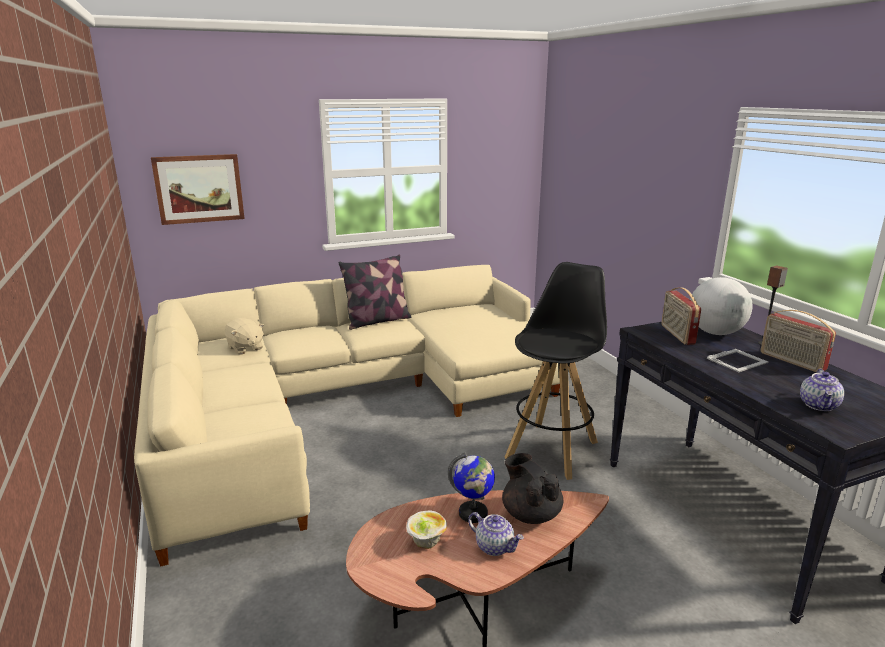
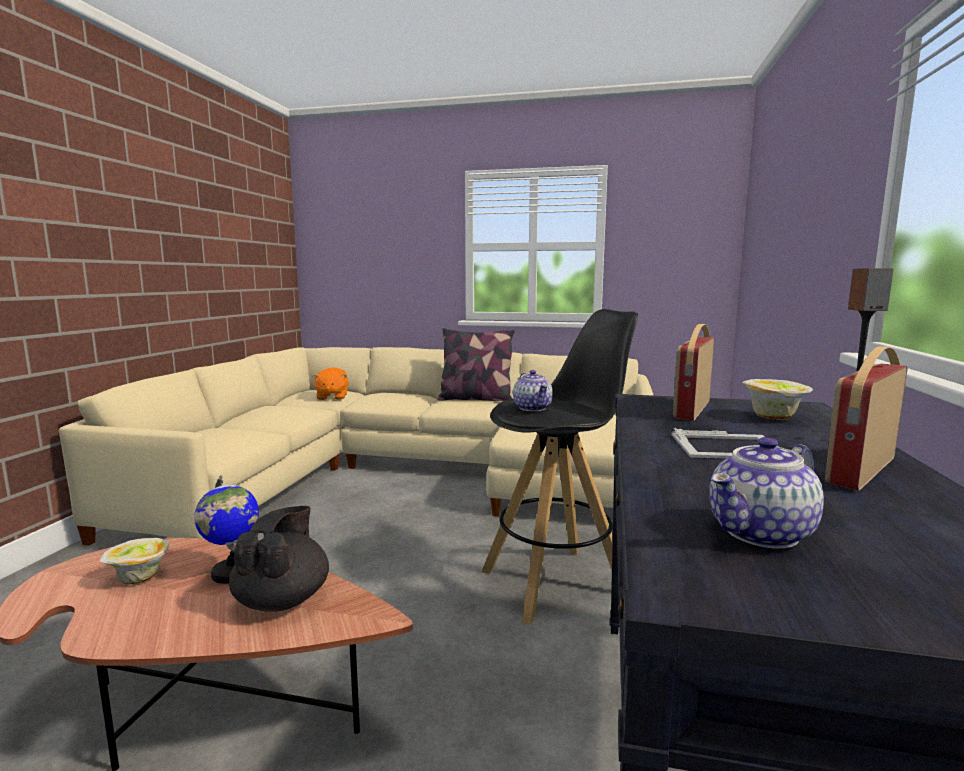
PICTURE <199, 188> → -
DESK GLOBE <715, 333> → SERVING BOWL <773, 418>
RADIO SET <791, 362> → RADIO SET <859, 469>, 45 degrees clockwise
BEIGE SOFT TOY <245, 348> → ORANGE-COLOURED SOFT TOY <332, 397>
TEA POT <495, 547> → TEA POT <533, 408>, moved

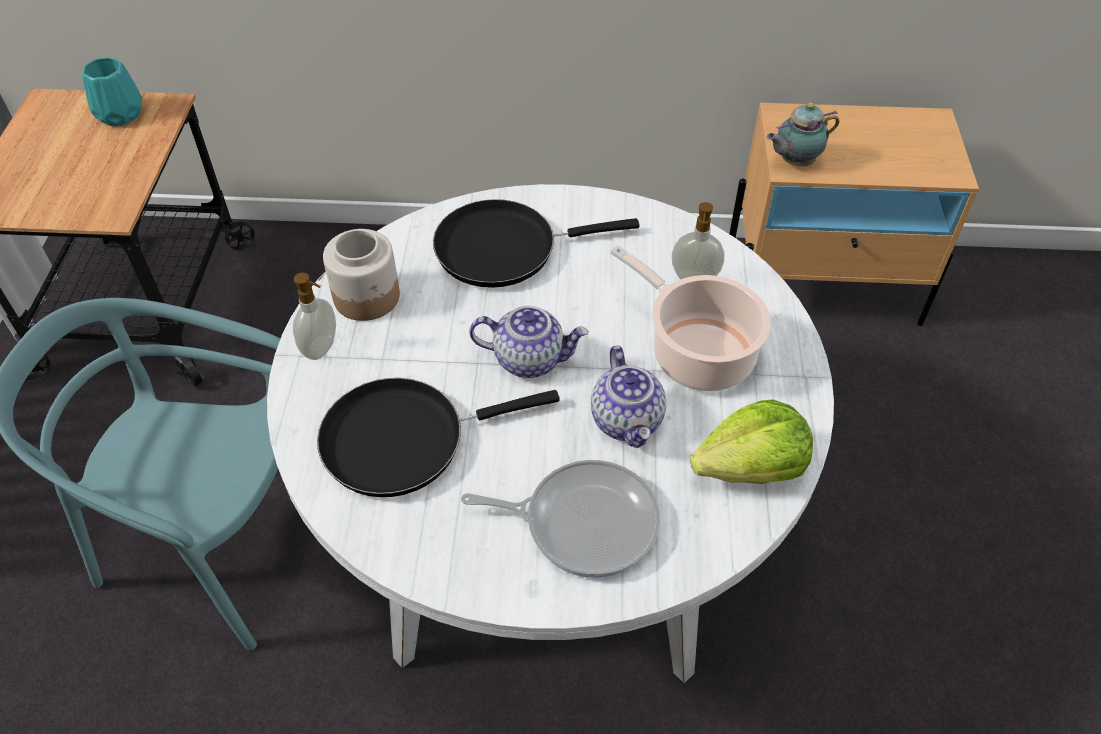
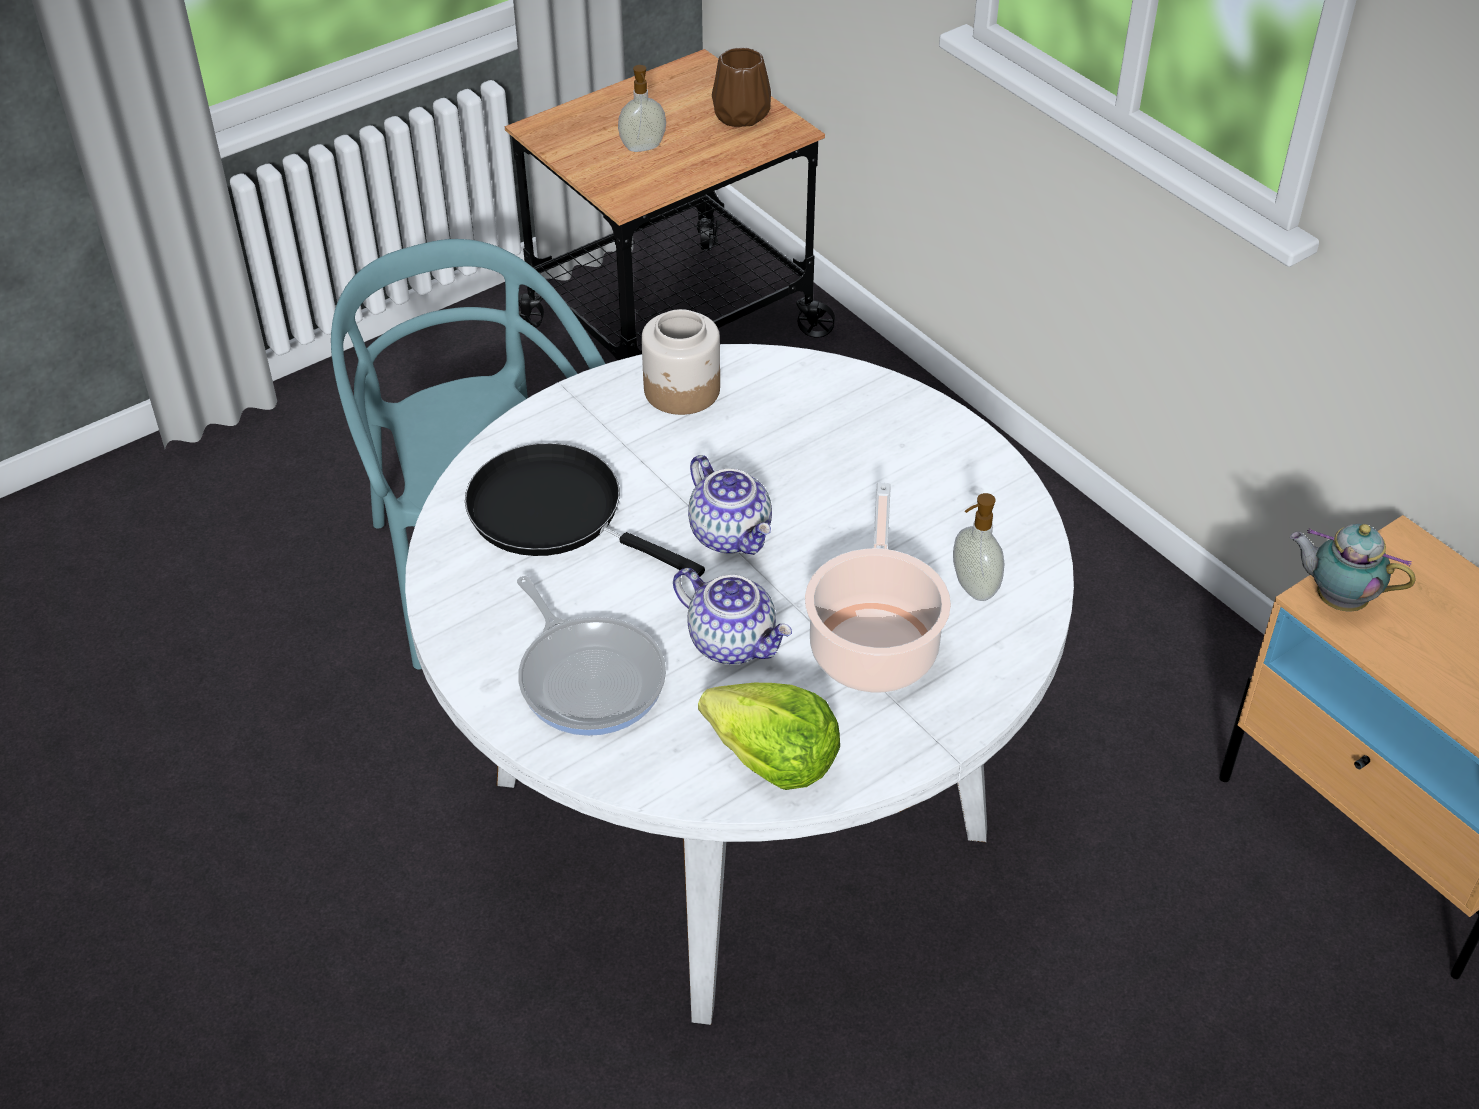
TURQUOISE-COLOURED FLOWER VASE <121, 114> → BROWNISH FLOWER VASE <741, 116>
BLACK-COLOURED FRYING PAN <504, 248> → -
SOAP DISPENSER <322, 348> → SOAP DISPENSER <643, 148>, moved
TEA POT <628, 421> → TEA POT <733, 642>, 90 degrees counterclockwise

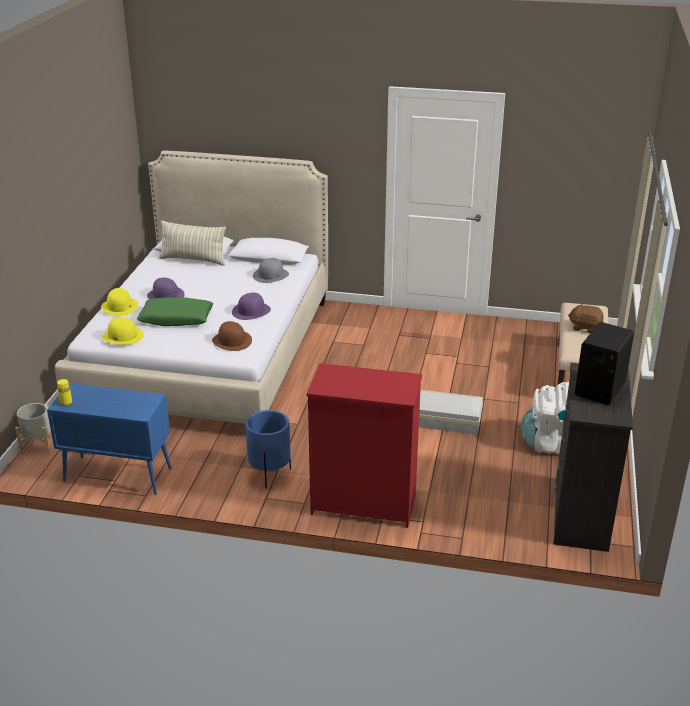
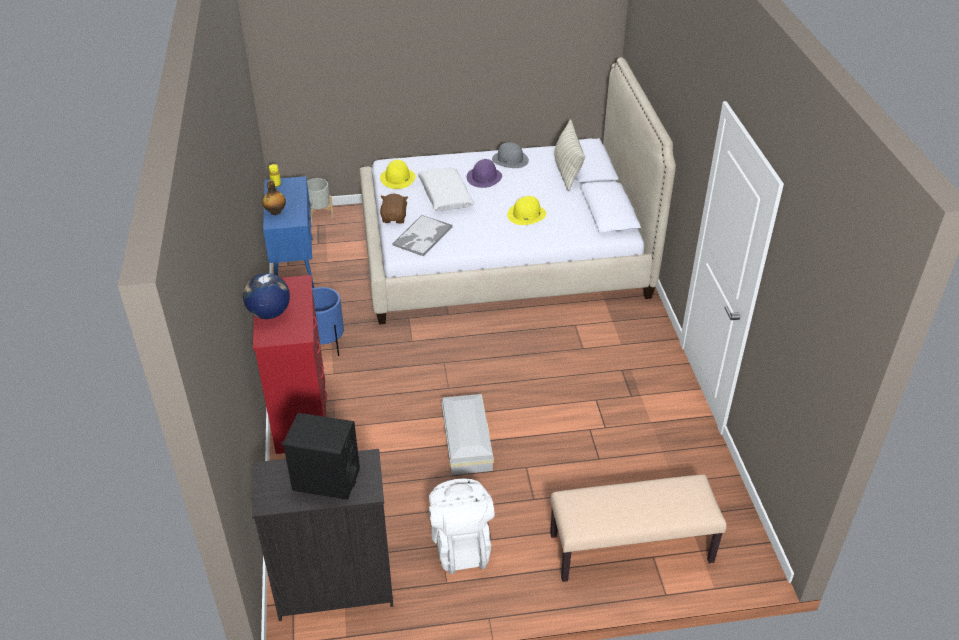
GREY HAT <271, 275> → GREY HAT <510, 159>, moved
YELLOW-COLOURED HAT <120, 307> → YELLOW-COLOURED HAT <526, 214>, moved
PURPLE HAT <251, 311> → -
GREEN THROW PILLOW <176, 319> → WHITE-COLOURED THROW PILLOW <445, 196>
BROWNISH SOFT TOY <585, 327> → BROWNISH SOFT TOY <394, 218>, moved
BROWNISH HAT <232, 341> → CARRYING TRAY <422, 236>
- → DRINK BOTTLE <275, 212>
- → DESK GLOBE <269, 313>

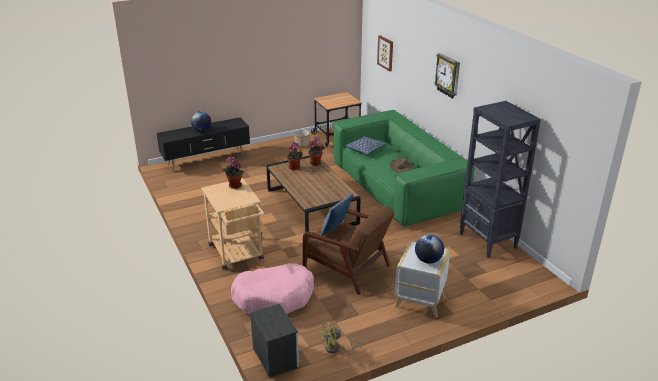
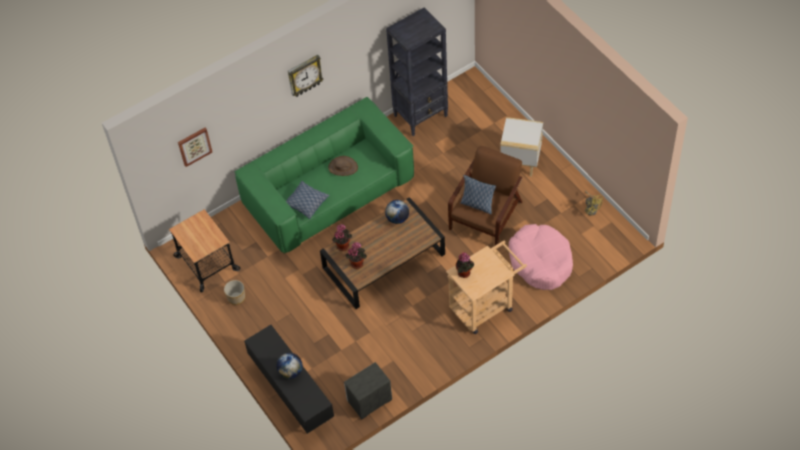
DESK GLOBE <428, 260> → DESK GLOBE <397, 218>, moved
NIGHT TABLE <275, 357> → NIGHT TABLE <369, 400>, moved

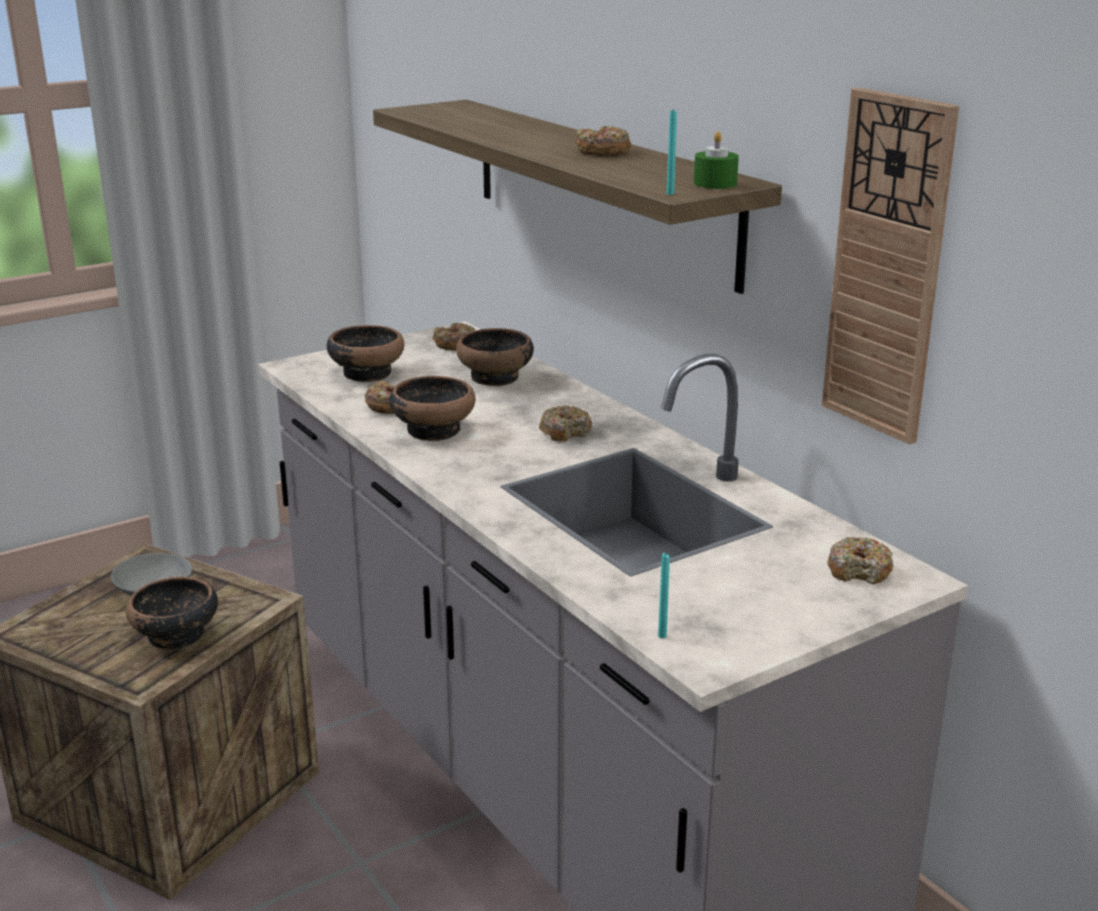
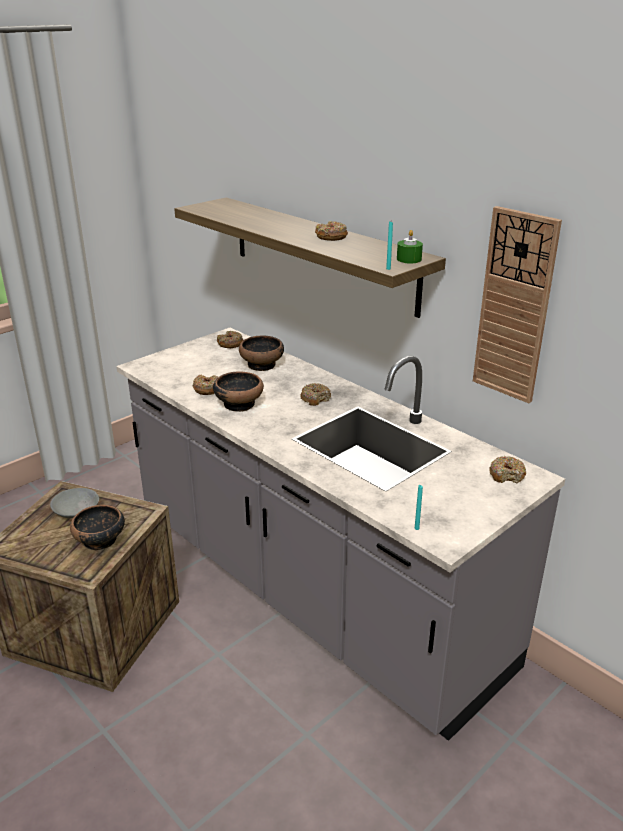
SERVING BOWL <367, 373> → -

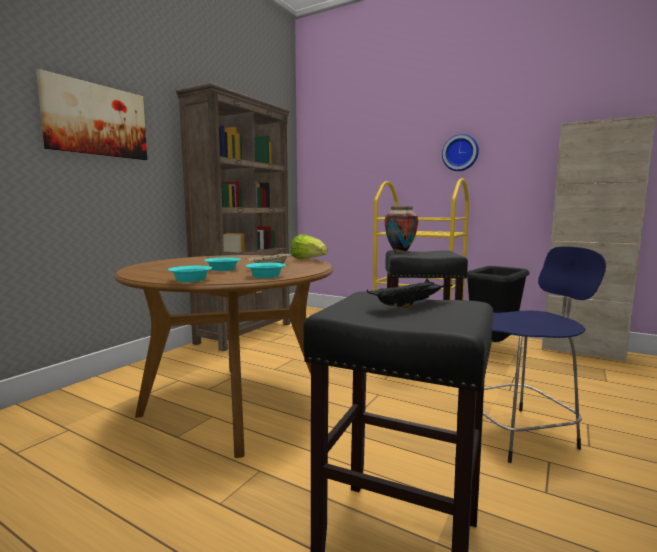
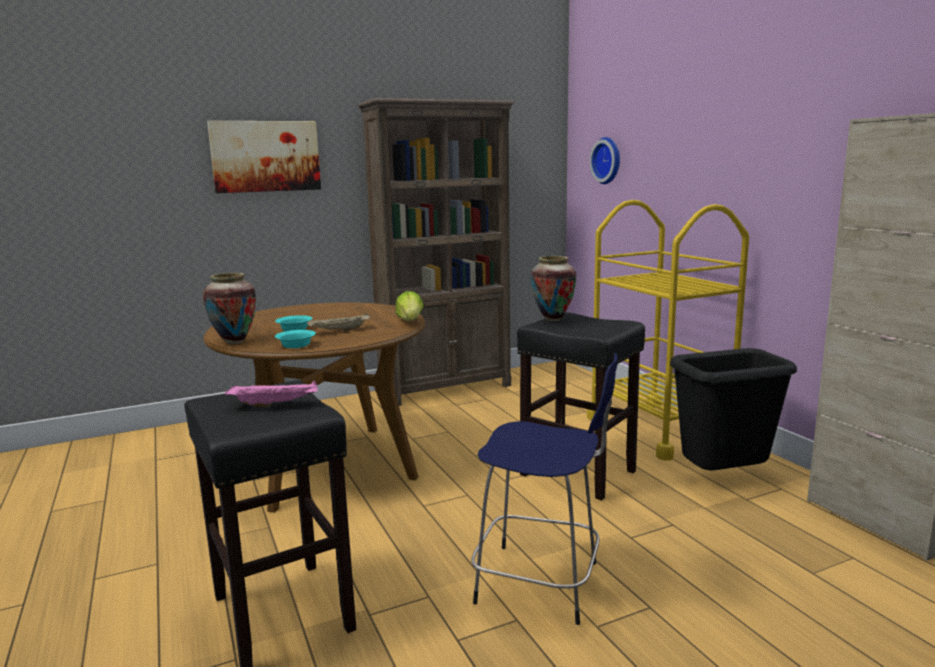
HANGING CLOCK <460, 153> → HANGING CLOCK <608, 160>, moved
TURQUOISE-COLOURED SERVING BOWL <191, 280> → FLOWER VASE <234, 342>
BLACK-COLOURED CARRYING TRAY <409, 305> → PINK-COLOURED CARRYING TRAY <276, 404>

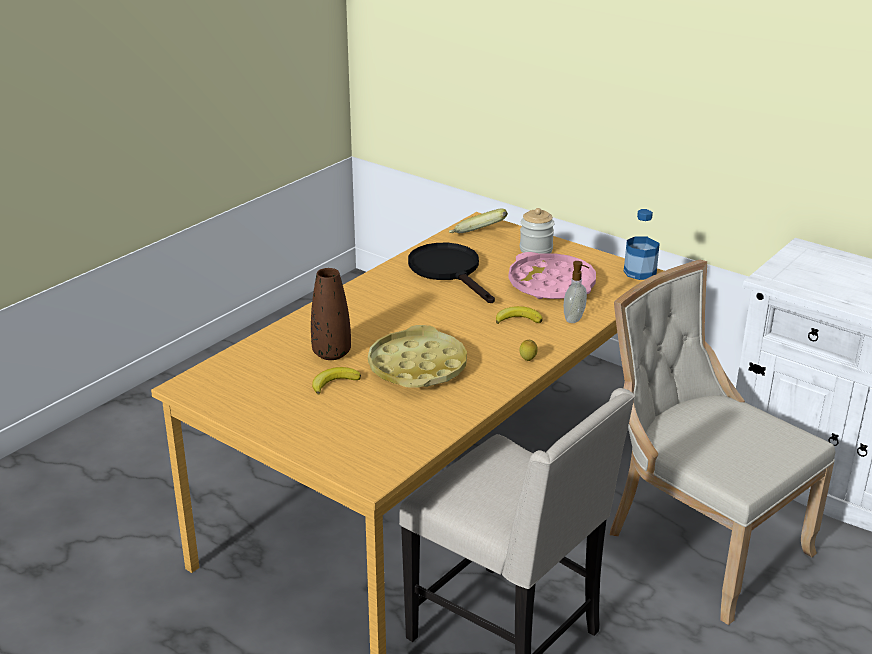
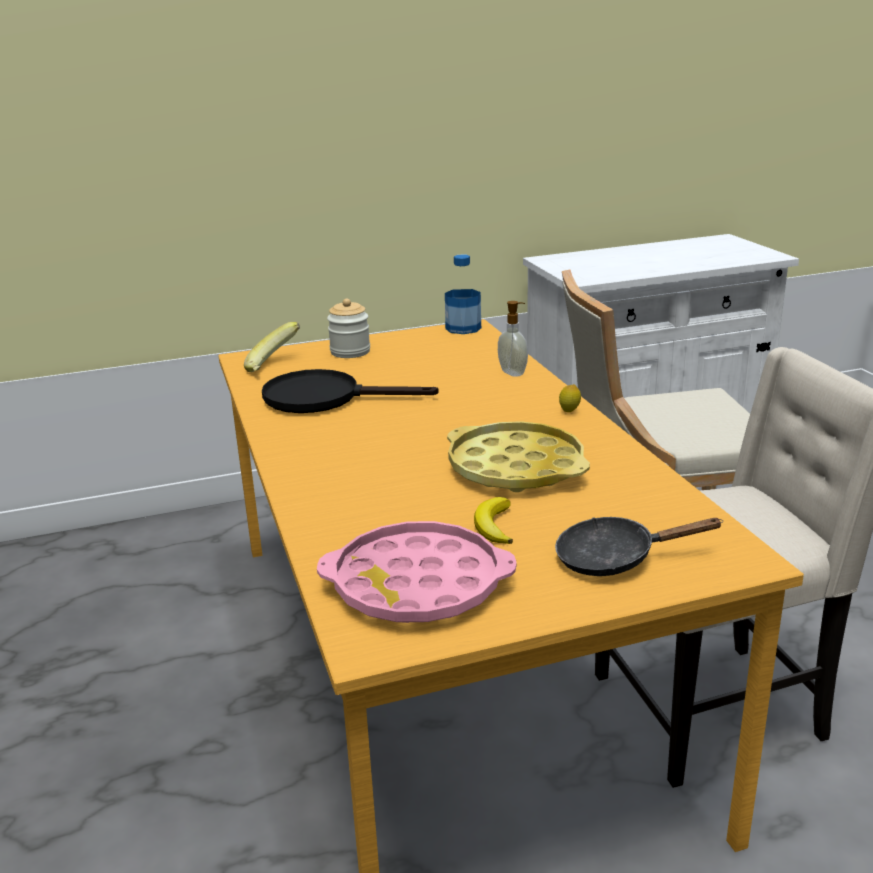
PINK-COLOURED CARRYING TRAY <551, 284> → PINK-COLOURED CARRYING TRAY <417, 585>, moved
BROWNISH FLOWER VASE <331, 353> → -
WHOLE BANANA <518, 319> → -
- → BLACK-COLOURED FRYING PAN <614, 558>

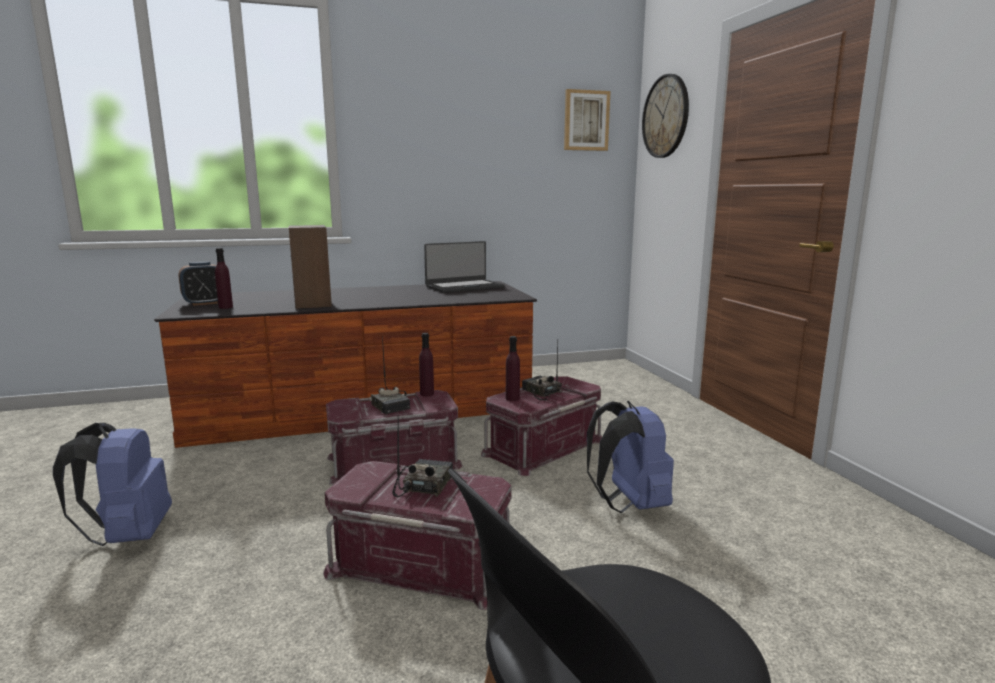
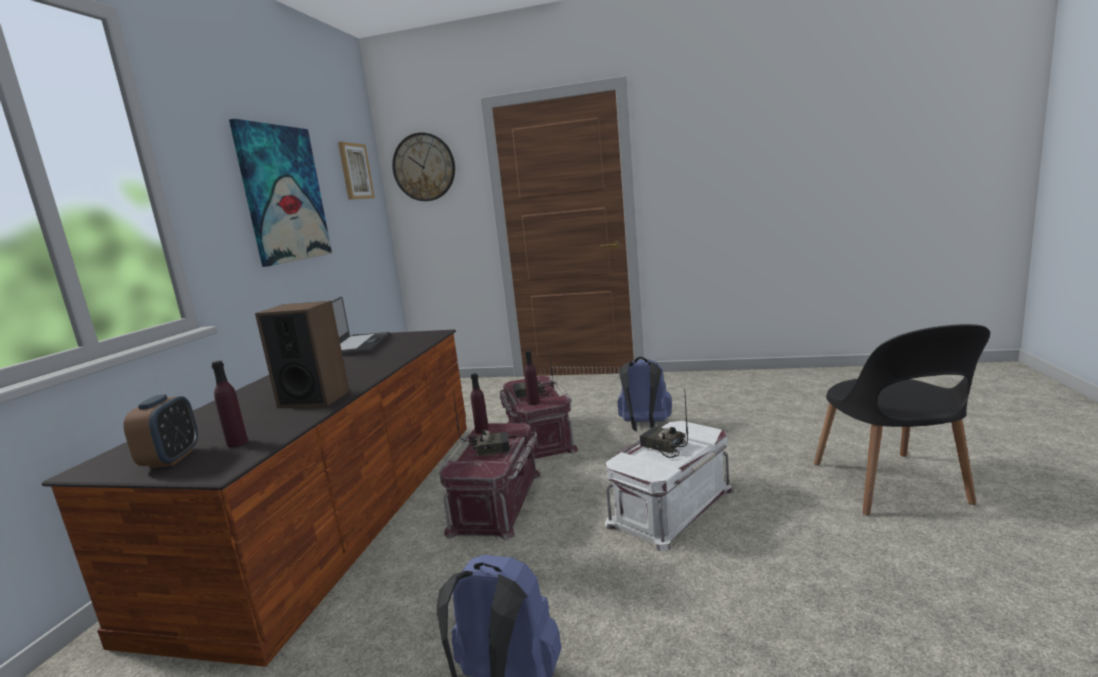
RED-COLOURED STORAGE BOX <423, 562> → WHITE-COLOURED STORAGE BOX <669, 506>
- → PICTURE <283, 194>

